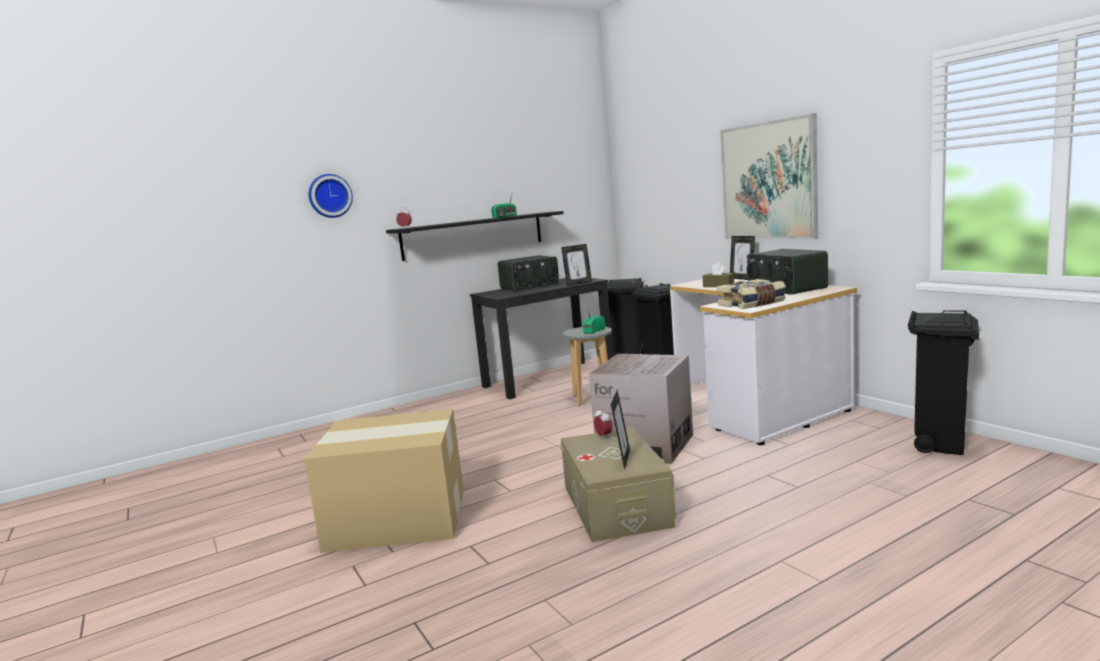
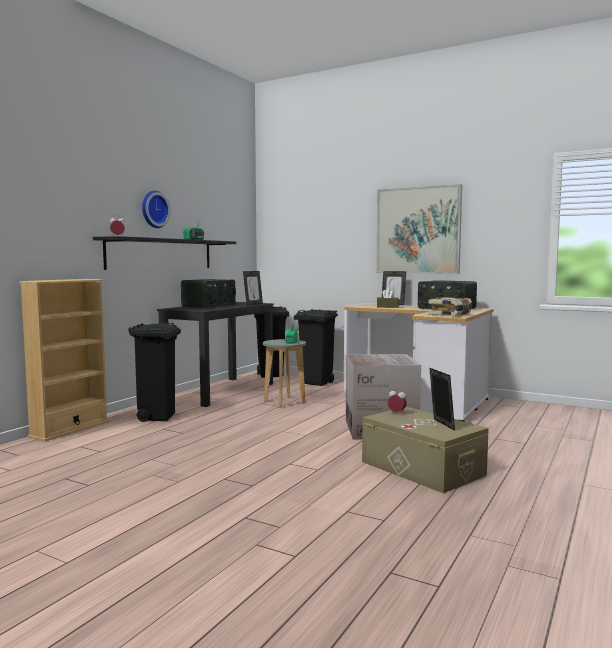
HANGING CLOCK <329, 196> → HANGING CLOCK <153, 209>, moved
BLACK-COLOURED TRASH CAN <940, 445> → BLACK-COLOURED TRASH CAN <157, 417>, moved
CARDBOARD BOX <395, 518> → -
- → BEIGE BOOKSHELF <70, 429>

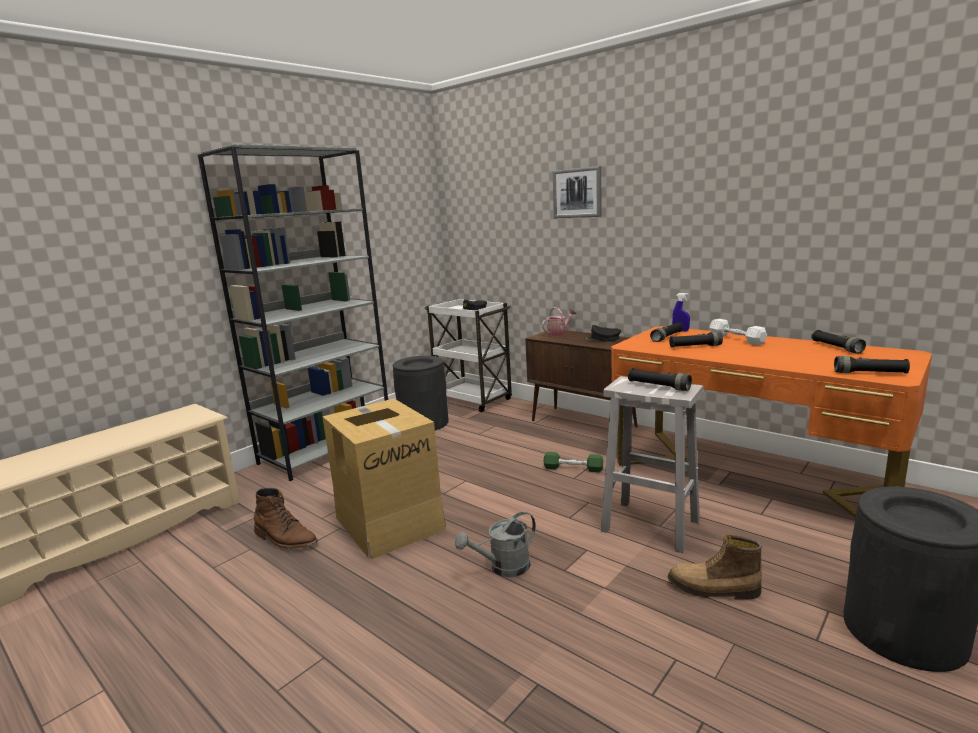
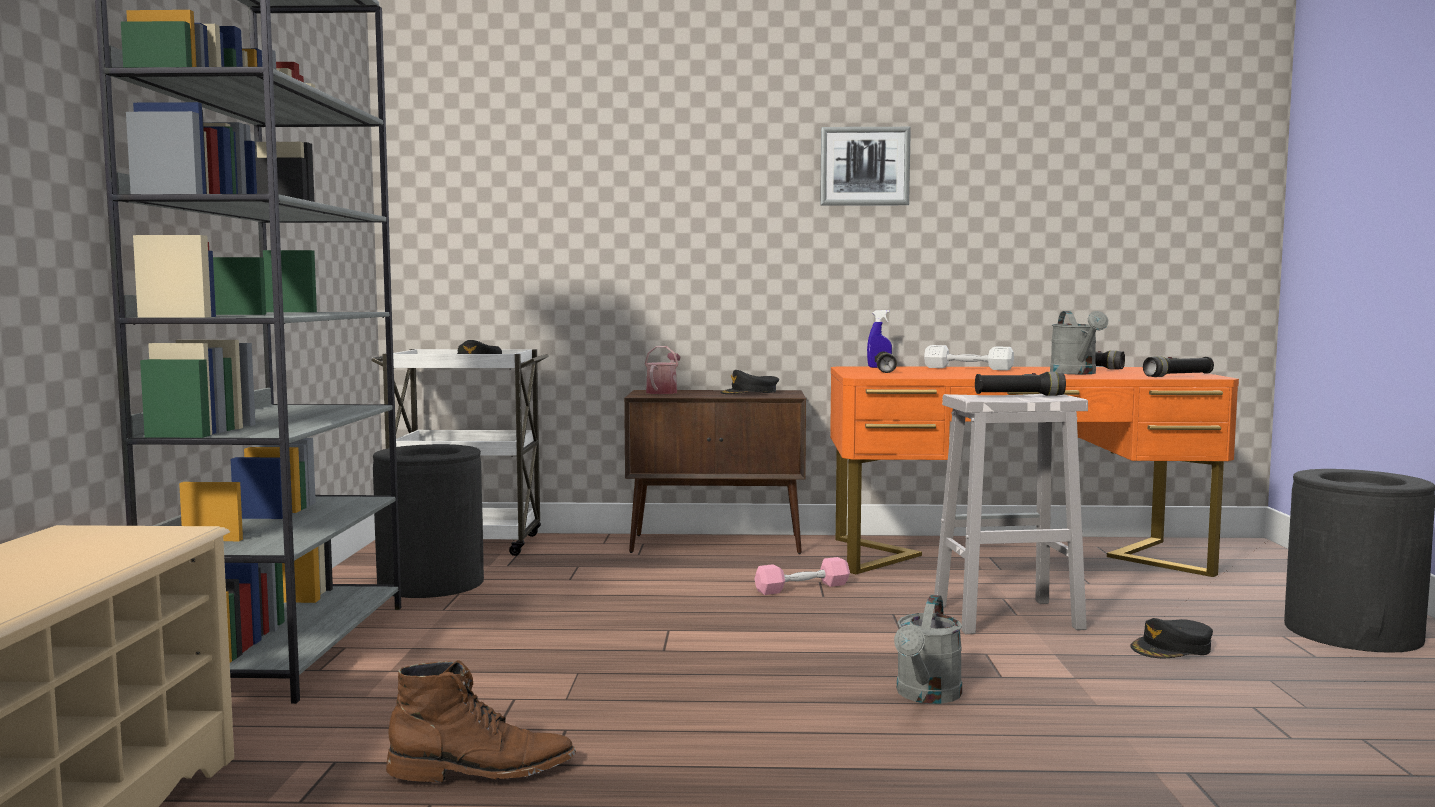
PICTURE <577, 193> → PICTURE <864, 166>, moved
BLACK-COLOURED FLASHLIGHT <695, 346> → -
CARDBOARD BOX <390, 522> → -
GREEN DUMBBELL <573, 468> → PINK-COLOURED DUMBBELL <802, 588>
TALL BOOT <713, 589> → BLACK-COLOURED CAP <1172, 648>
- → GREY WATERING CAN <1076, 373>

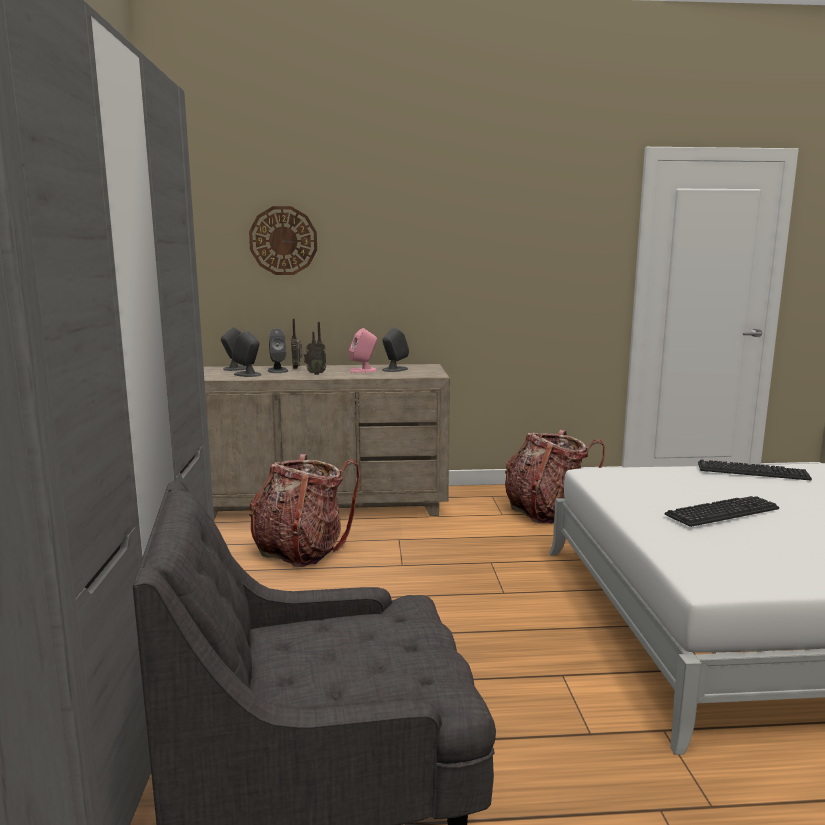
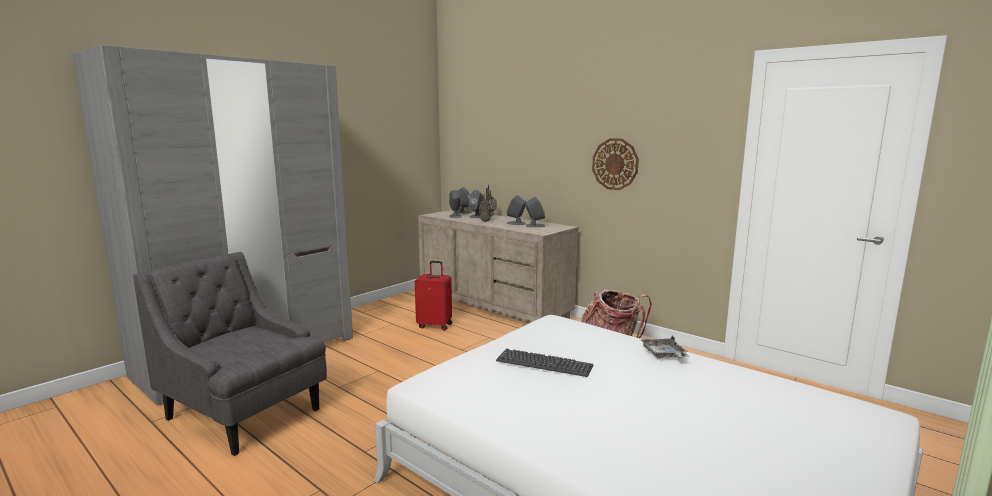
HANGING CLOCK <283, 241> → HANGING CLOCK <615, 164>, moved
PINK-COLOURED LOUDSPEAKER <363, 370> → GREY LOUDSPEAKER <516, 223>
KNAPSACK <301, 550> → RED-COLOURED PIECE OF LUGGAGE <435, 325>
PC KEYBOARD <752, 471> → GREY CARRYING TRAY <664, 355>

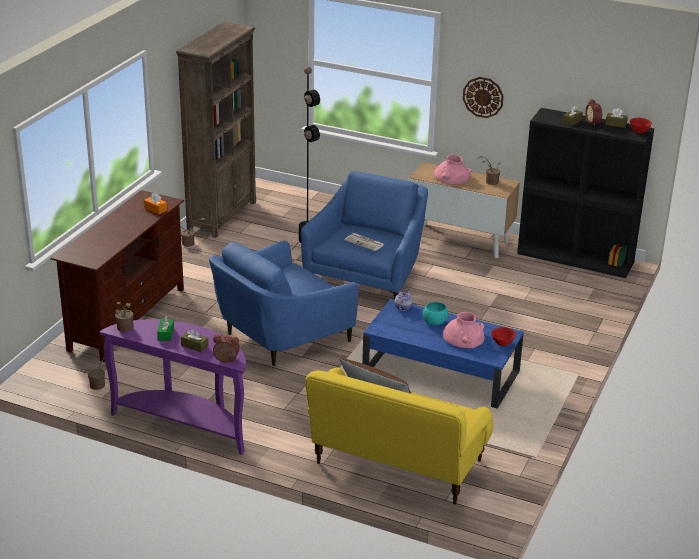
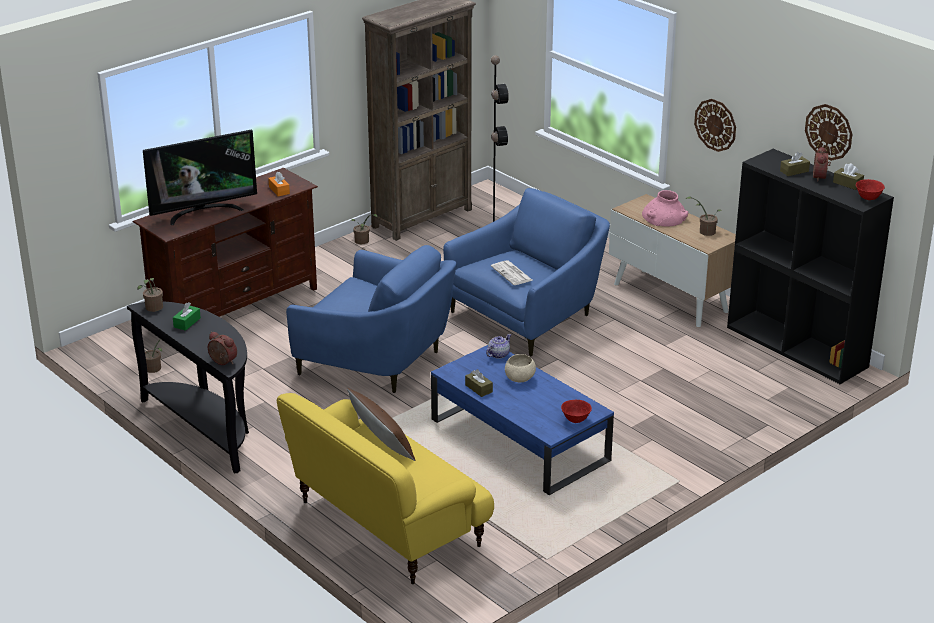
BLUISH ARMCHAIR <281, 336> → BLUISH ARMCHAIR <377, 361>, 135 degrees counterclockwise
TURQUOISE-COLOURED SERVING BOWL <434, 322> → BEIGE SERVING BOWL <519, 378>
PINK-COLOURED FLOWER VASE <463, 337> → -
PURPLE HALL TABLE <185, 424> → BLACK-COLOURED HALL TABLE <206, 428>
BROWNISH TISSUE BOX <194, 346> → BROWNISH TISSUE BOX <478, 388>, moved
- → HANGING CLOCK <829, 132>
- → TELEVISION <203, 212>

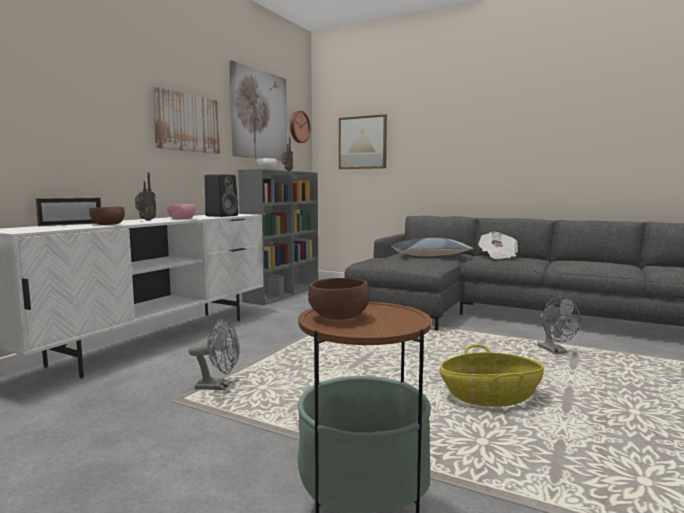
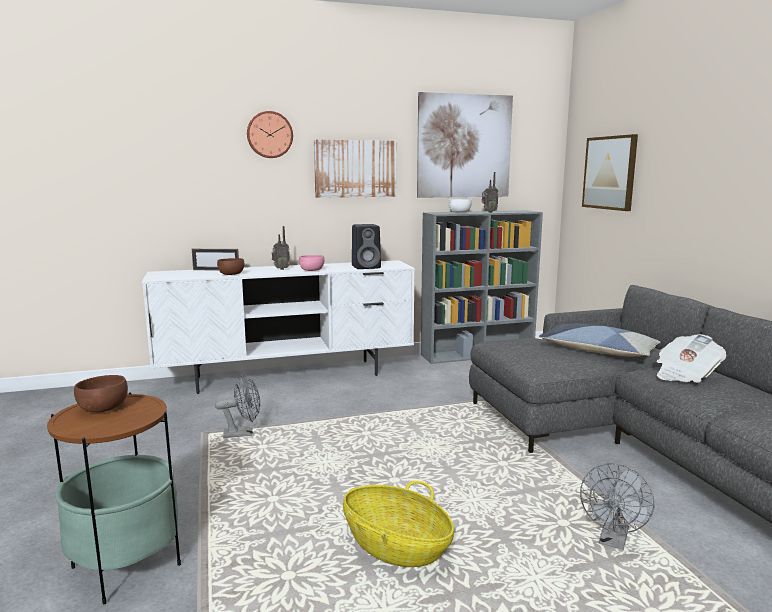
HANGING CLOCK <298, 127> → HANGING CLOCK <269, 135>, moved
GREY ELECTRIC FAN <219, 387> → GREY ELECTRIC FAN <243, 434>, 60 degrees counterclockwise

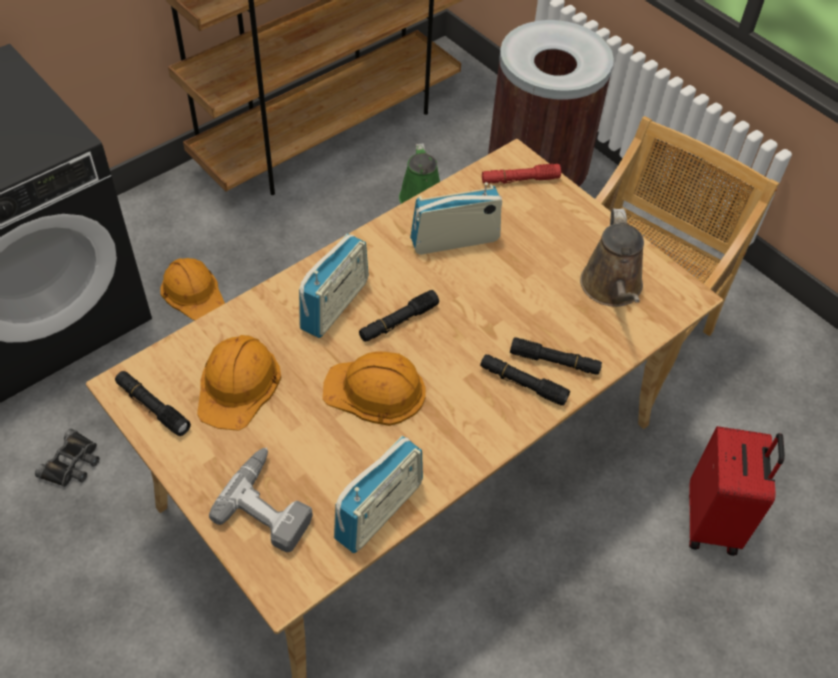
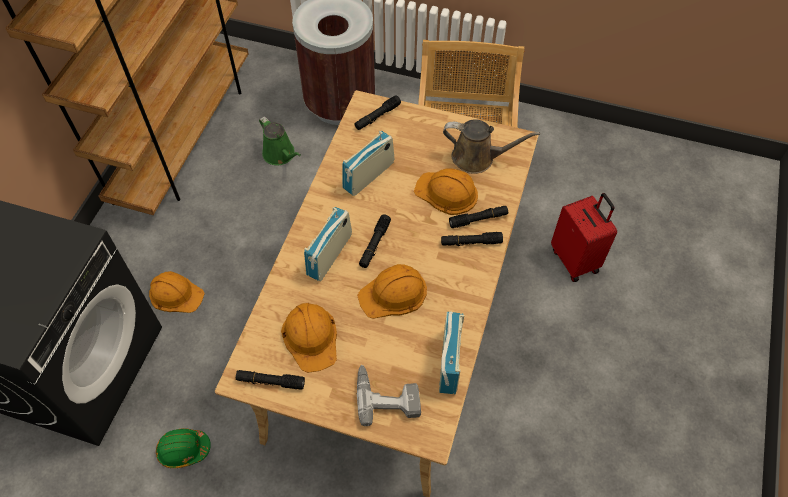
RED-COLOURED FLASHLIGHT <520, 180> → BLACK-COLOURED FLASHLIGHT <377, 116>
BROWNISH WATERING CAN <612, 288> → BROWNISH WATERING CAN <477, 158>, 45 degrees counterclockwise
RADIO SET <335, 305> → RADIO SET <329, 255>, 150 degrees counterclockwise
BLACK-COLOURED PAIR OF BINOCULARS <72, 463> → GREEN SAFETY HELMET <183, 450>
- → ORANGE-COLOURED SAFETY HELMET <447, 193>

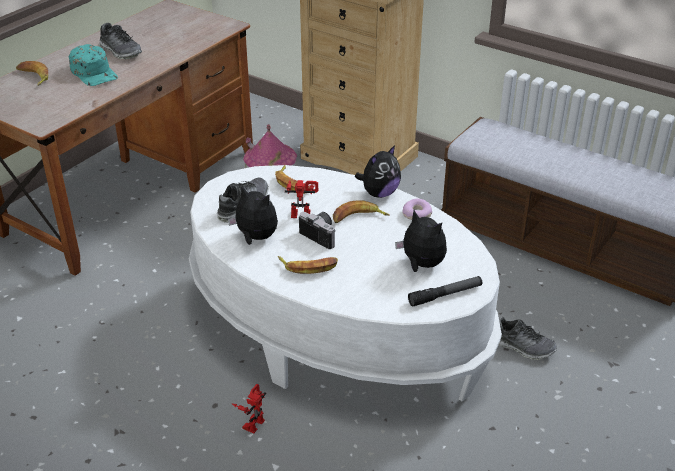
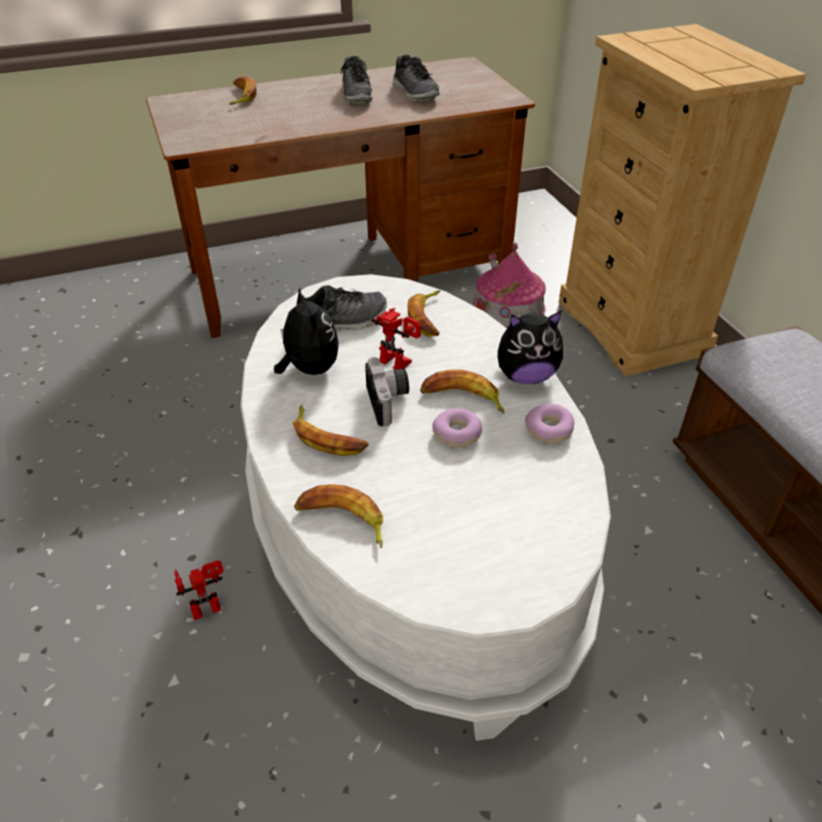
TURQUOISE-COLOURED CAP <94, 73> → -
SOFT TOY <421, 265> → -
FLASHLIGHT <445, 295> → -
LOW SHOE <521, 346> → LOW SHOE <415, 92>, moved
- → DOUGHNUT <457, 434>
- → WHOLE BANANA <342, 520>

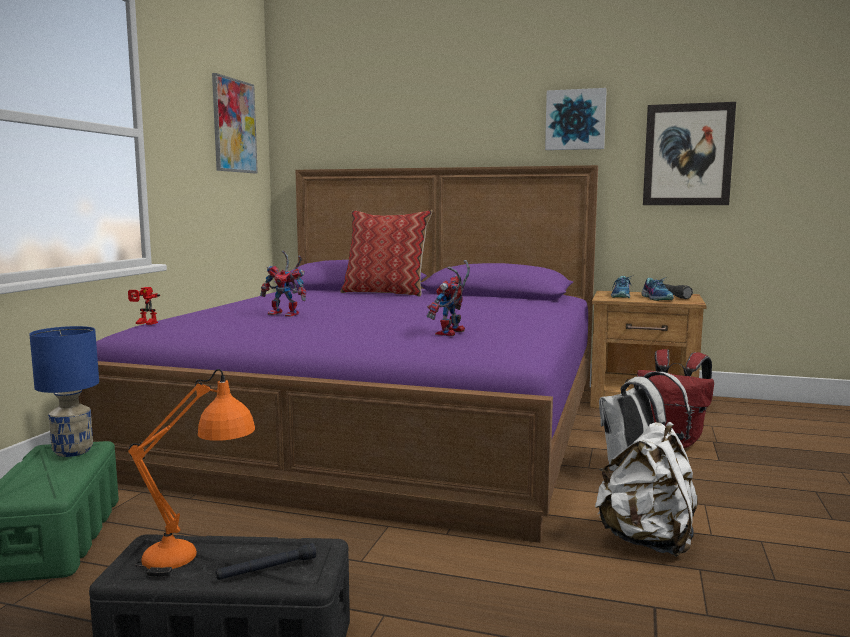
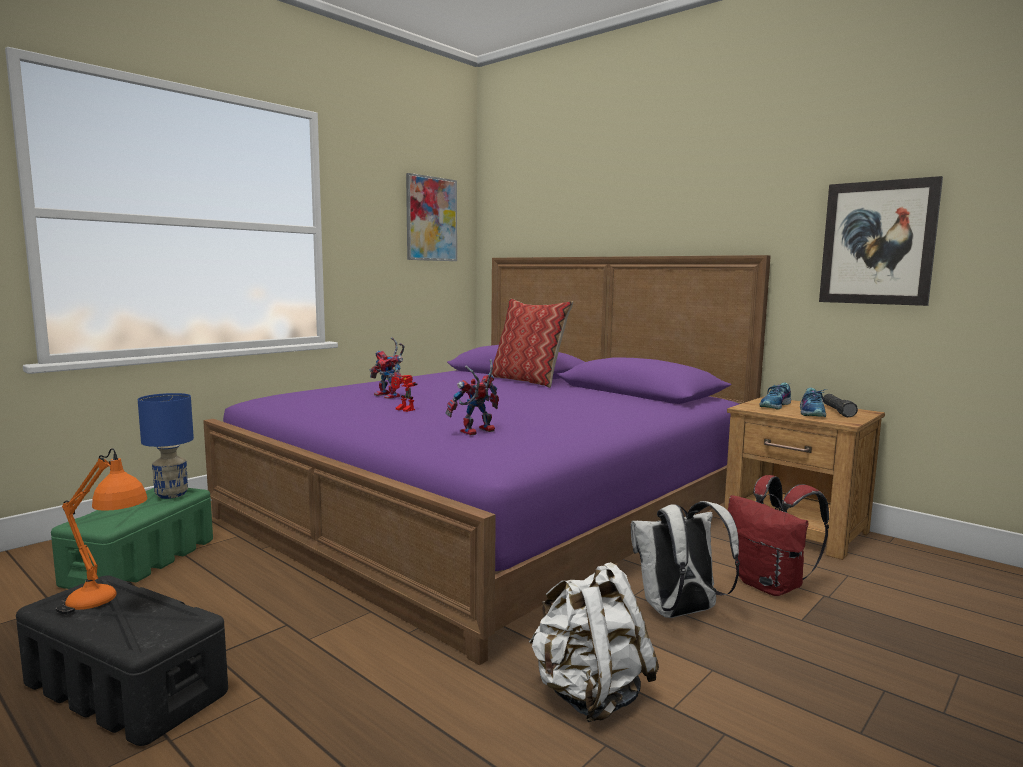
PICTURE <575, 120> → -
MODEL ROBOT <144, 323> → MODEL ROBOT <402, 410>, moved
BLACK-COLOURED FLASHLIGHT <267, 569> → -

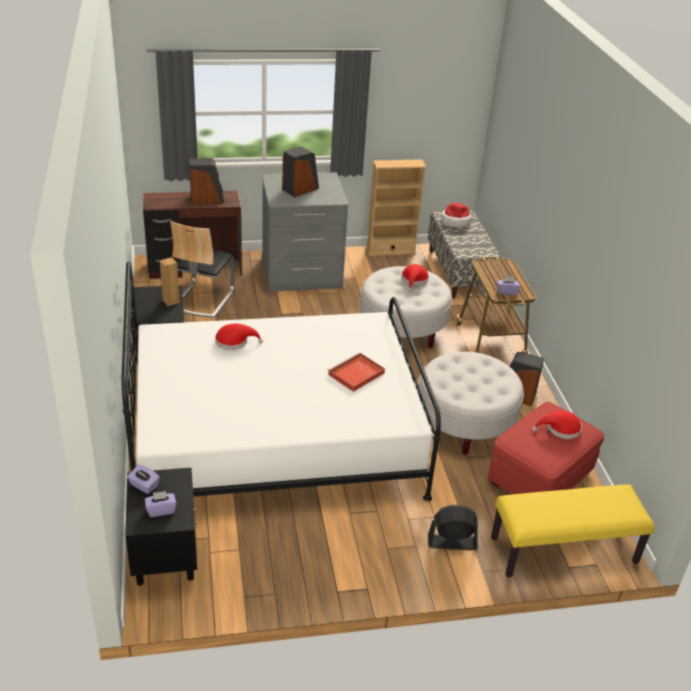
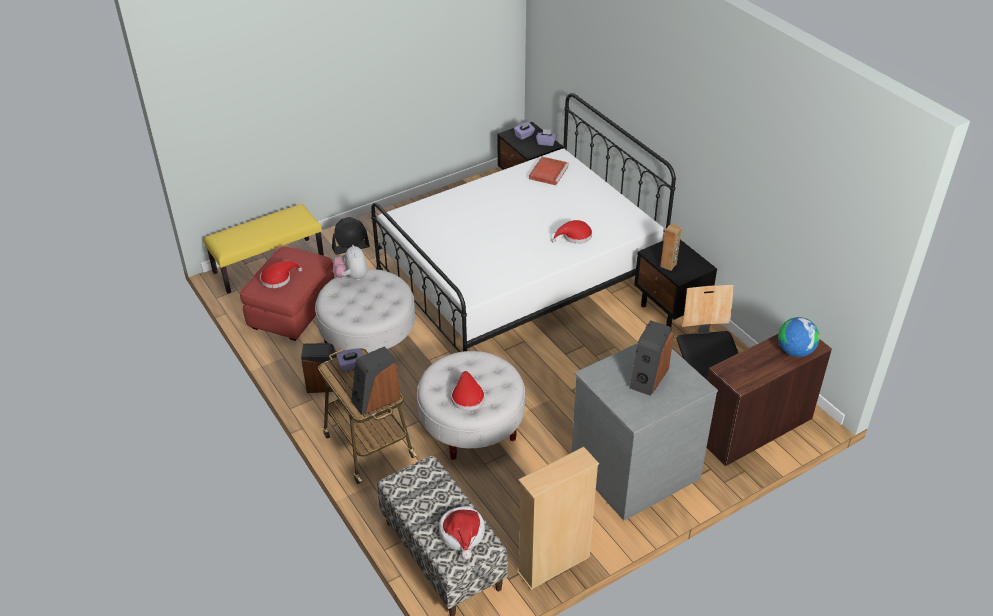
LOUDSPEAKER <207, 199> → LOUDSPEAKER <375, 399>, moved
RED-COLOURED CARRYING TRAY <355, 374> → RED-COLOURED CARRYING TRAY <548, 172>, moved
- → SOFT TOY <352, 277>
- → DESK GLOBE <795, 351>

